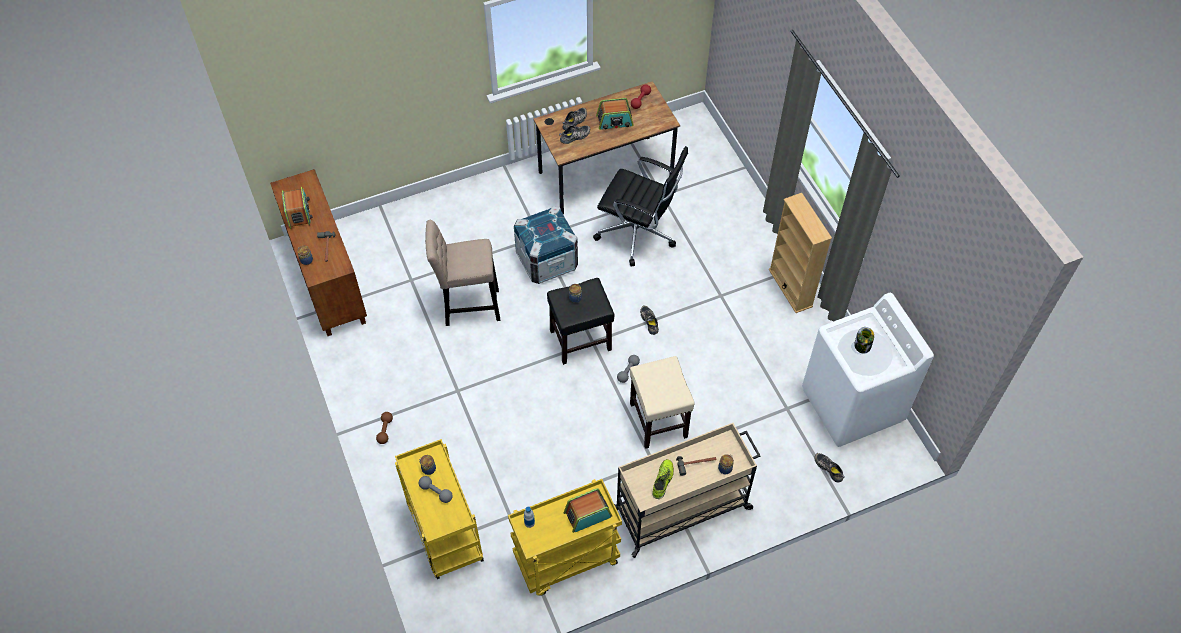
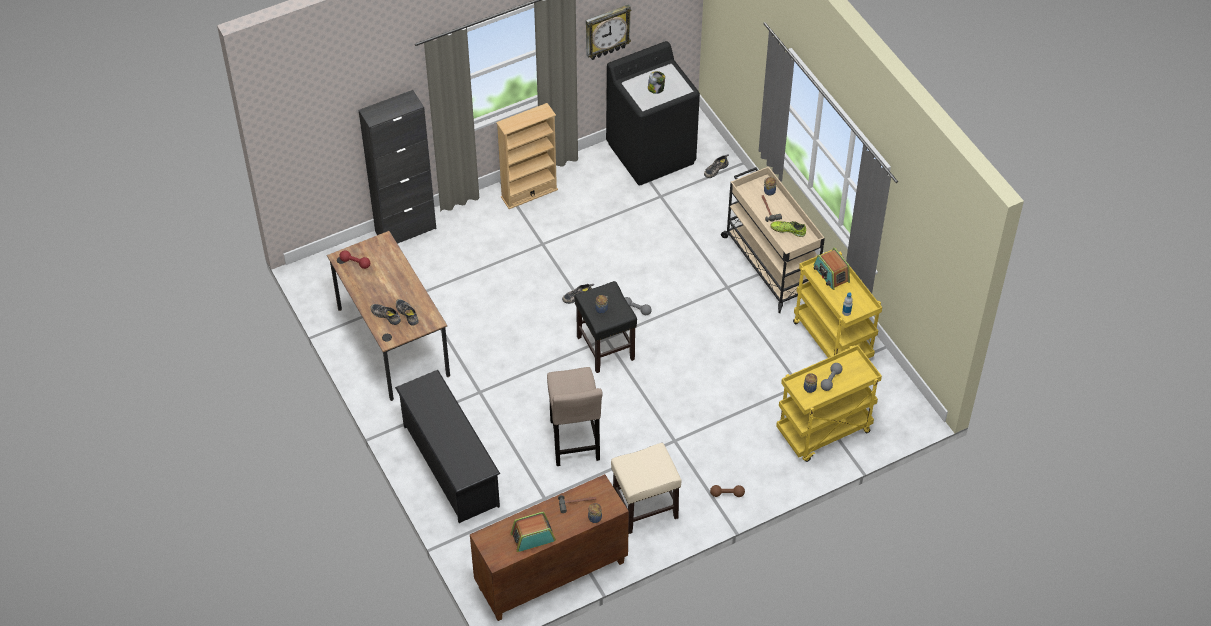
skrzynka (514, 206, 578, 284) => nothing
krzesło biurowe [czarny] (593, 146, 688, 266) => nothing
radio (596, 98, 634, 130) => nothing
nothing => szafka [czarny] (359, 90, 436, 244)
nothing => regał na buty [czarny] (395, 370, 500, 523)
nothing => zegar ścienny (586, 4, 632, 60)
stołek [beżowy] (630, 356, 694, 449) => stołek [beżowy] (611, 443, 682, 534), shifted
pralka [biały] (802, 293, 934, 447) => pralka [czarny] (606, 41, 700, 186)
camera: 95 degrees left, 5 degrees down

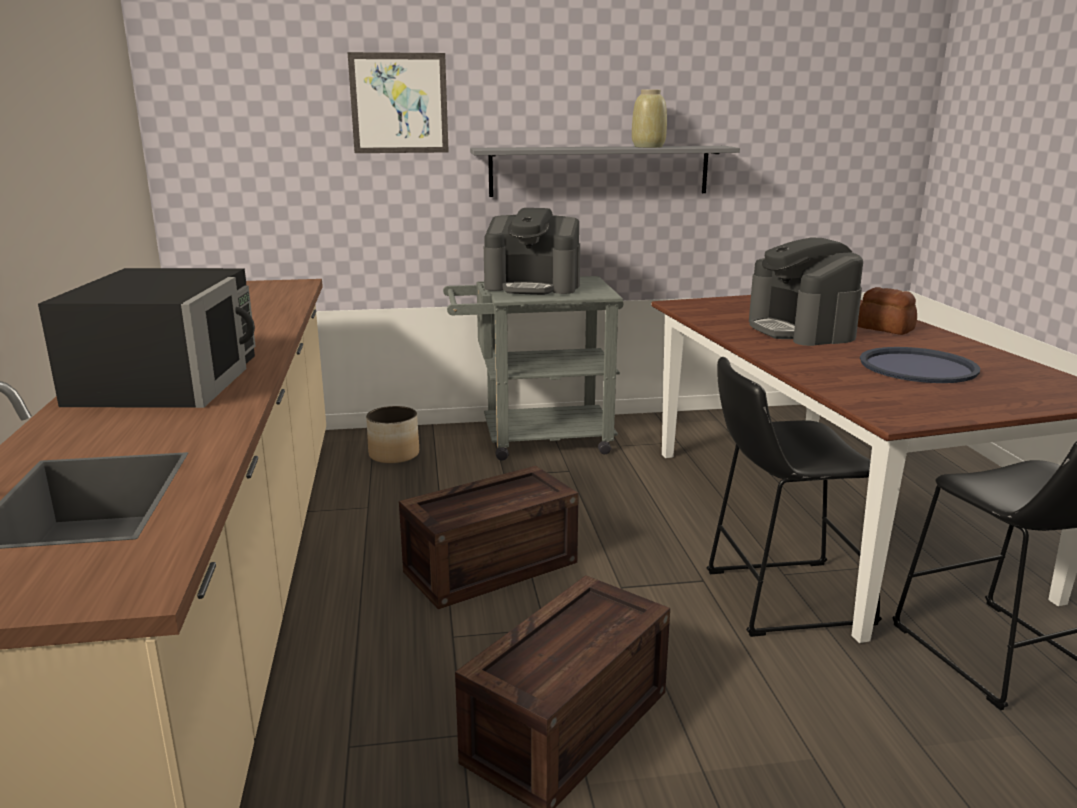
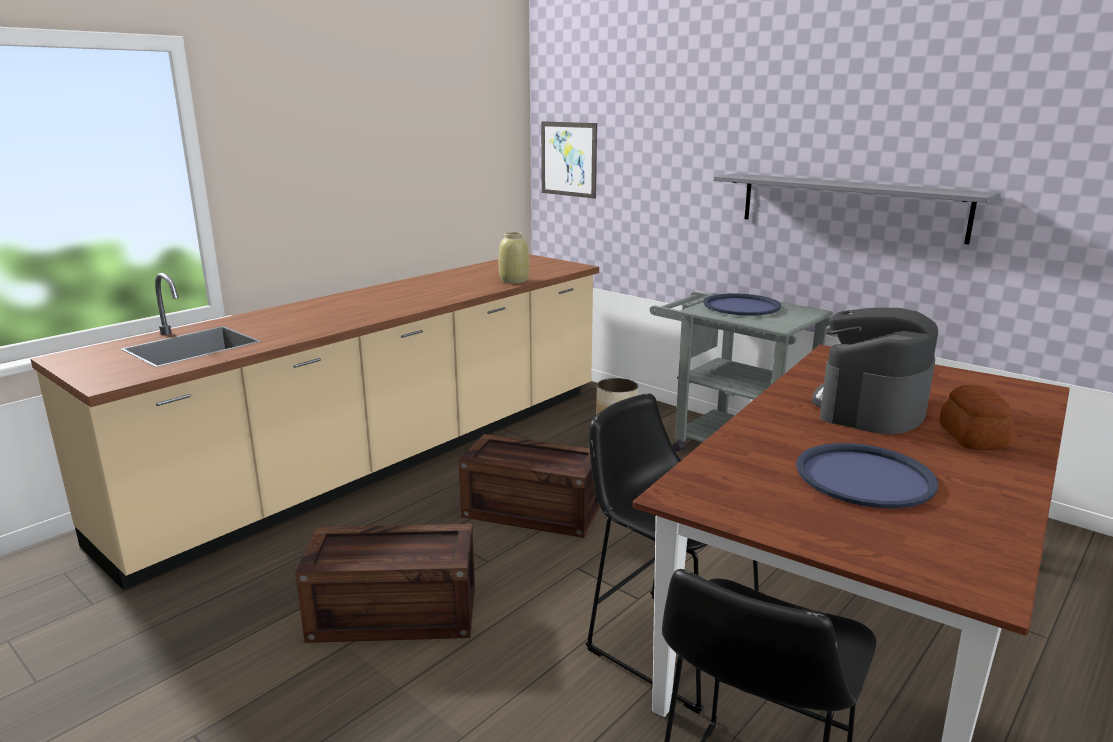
mikrofalówka [czarny] (38, 268, 255, 408) => nothing
obraz (348, 52, 449, 153) => obraz (541, 121, 597, 199), shifted
wazon [beżowy] (632, 90, 667, 148) => wazon [beżowy] (499, 232, 529, 284), shifted
ekspres do kawy (484, 208, 580, 295) => taca [niebieski] (703, 293, 781, 316)
camera: 50 degrees right, 0 degrees up

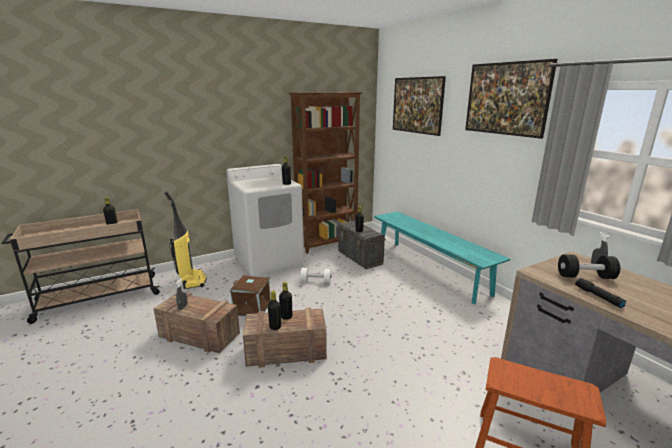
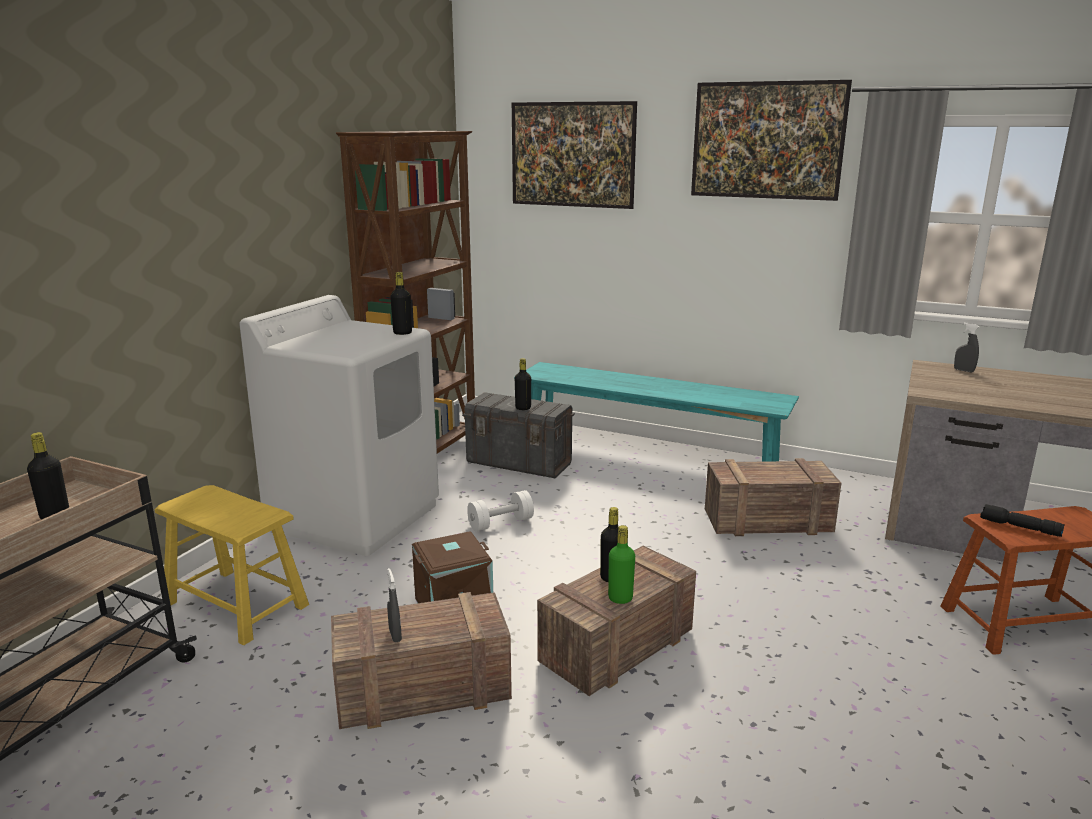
hantel [czarny] (558, 255, 620, 279) => nothing
nothing => skrzynka (705, 458, 841, 536)
latarka [czarny] (575, 278, 626, 308) => latarka [czarny] (980, 504, 1065, 537), shifted
odkurzacz (164, 191, 206, 289) => stołek [żółty] (155, 485, 309, 645)
butelka [czarny] (268, 291, 281, 330) => butelka [zielony] (608, 525, 635, 604)
camera: 35 degrees left, 0 degrees up

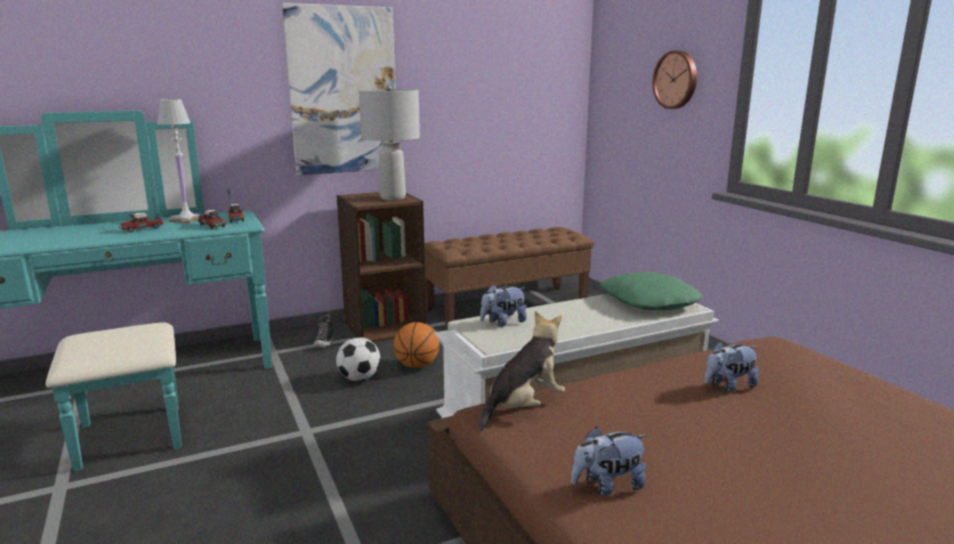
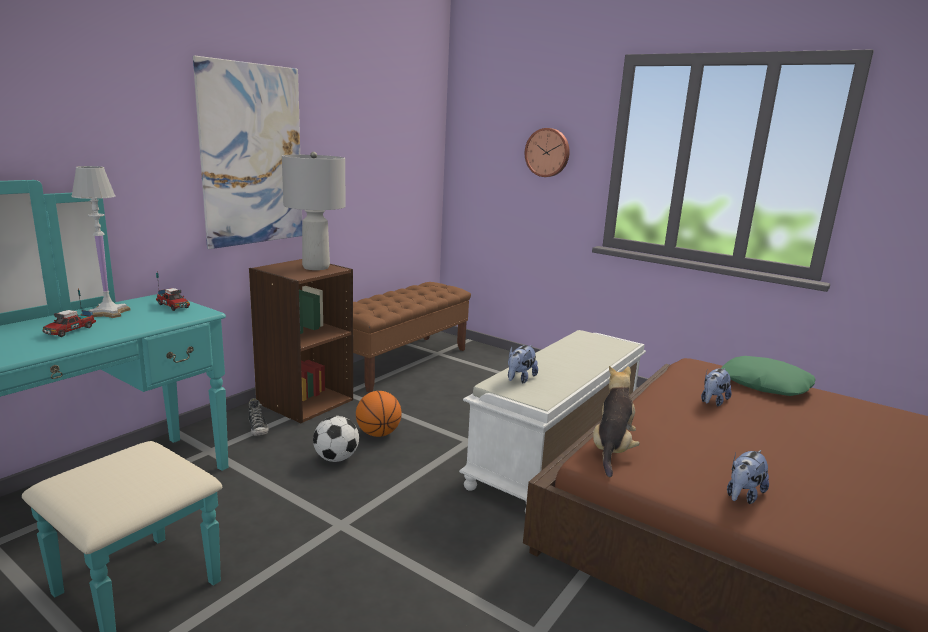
ciężarówka zabawkowa (197, 196, 226, 229) => nothing
poduszka [zielony] (601, 272, 702, 310) => poduszka [zielony] (721, 356, 816, 396), shifted
camera: 30 degrees left, 0 degrees up

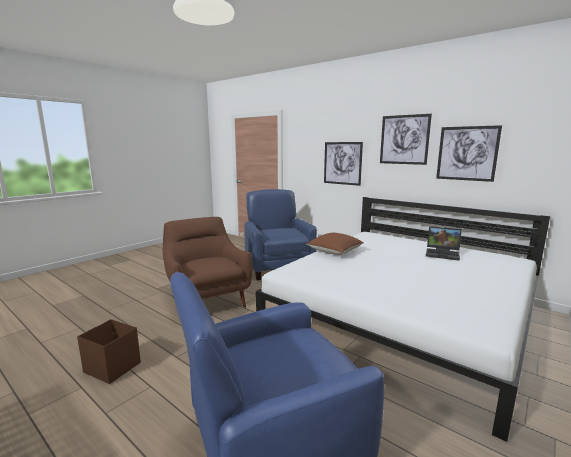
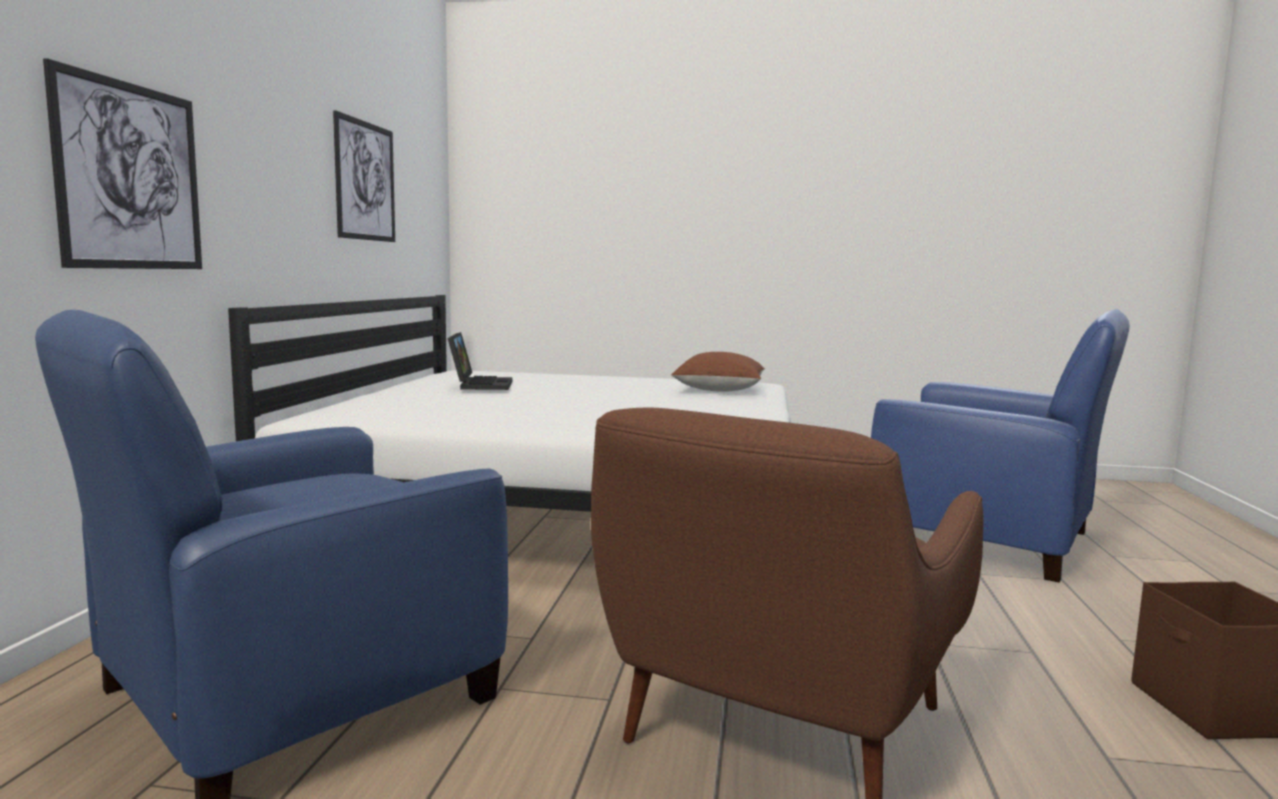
obraz (380, 114, 432, 165) => nothing
poduszka [brązowy] (307, 233, 364, 255) => poduszka [brązowy] (671, 352, 765, 392), shifted
camera: 120 degrees left, 5 degrees down

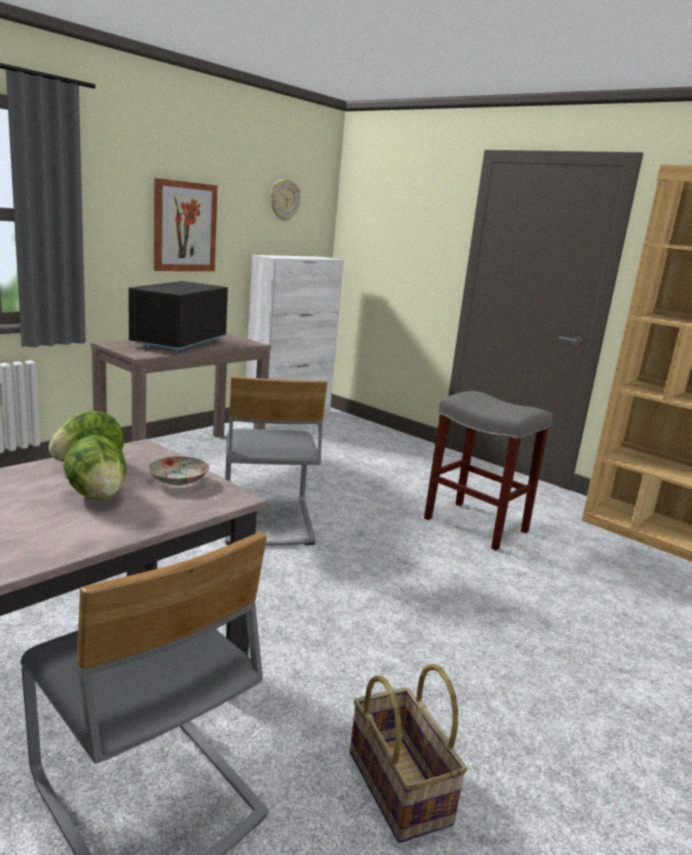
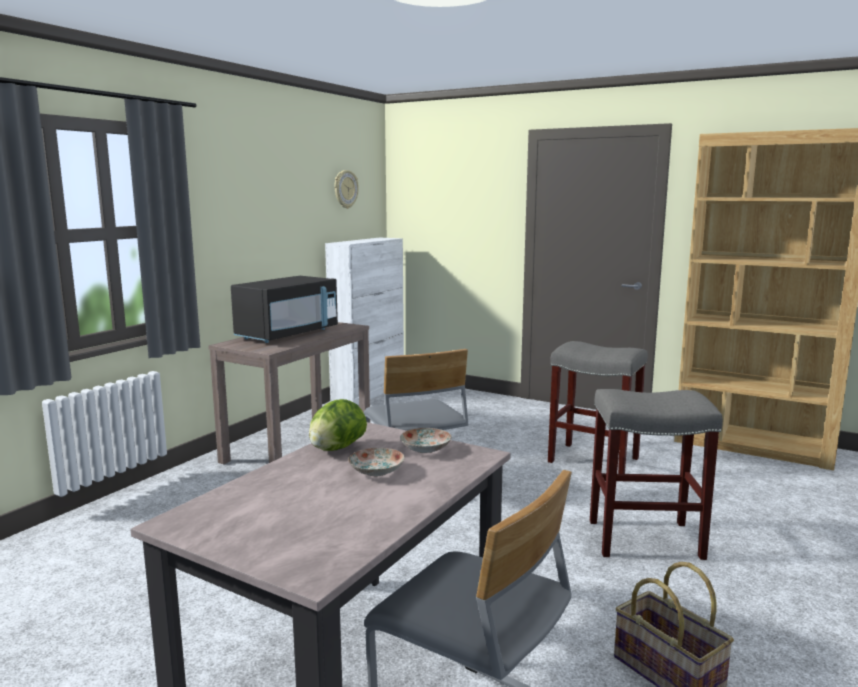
obraz (154, 178, 218, 271) => nothing
nothing => stołek [szary] (590, 389, 723, 560)
sałata (63, 435, 126, 500) => talerz (348, 448, 405, 477)
mikrofalówka [czarny] (128, 281, 228, 353) => mikrofalówka [czarny] (231, 276, 338, 343), 150 degrees counterclockwise
camera: 10 degrees left, 5 degrees down

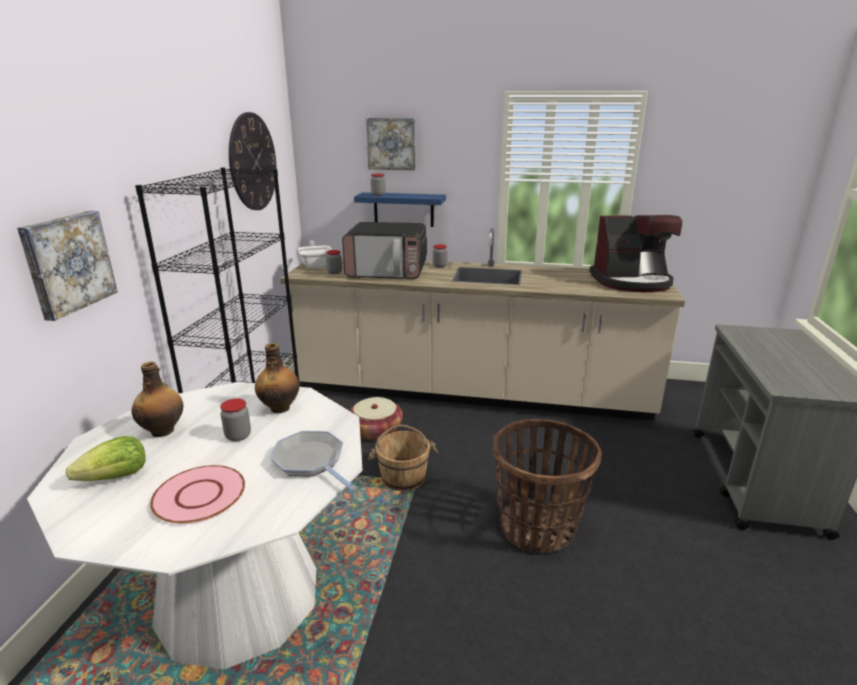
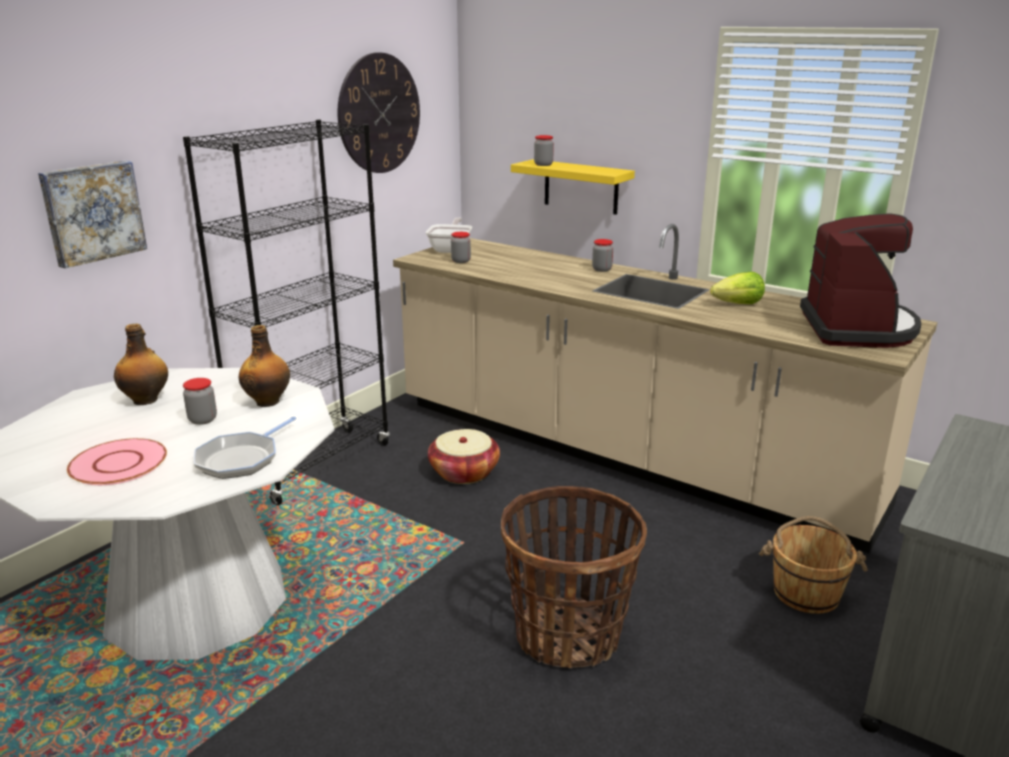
mikrofalówka (342, 222, 427, 279) => nothing
obraz (366, 118, 416, 170) => nothing
sałata (66, 436, 146, 481) => sałata (710, 272, 765, 304), shifted
wiadro [brązowy] (368, 424, 438, 491) => wiadro [brązowy] (759, 516, 868, 614), shifted
półka [niebieski] (354, 192, 446, 227) => półka [żółty] (511, 159, 635, 215)
patelnia (270, 431, 355, 490) => patelnia (194, 416, 296, 479), 135 degrees counterclockwise
ekspres do kawy (589, 215, 682, 292) => ekspres do kawy (800, 213, 921, 348), 105 degrees counterclockwise
camera: 25 degrees right, 0 degrees up

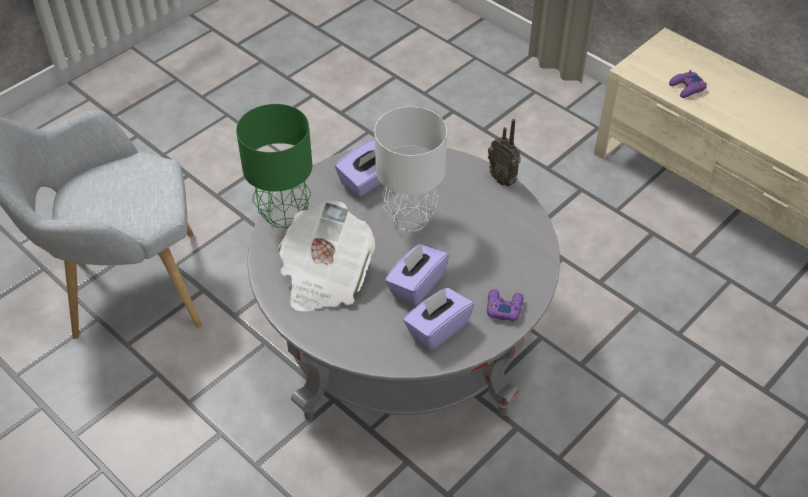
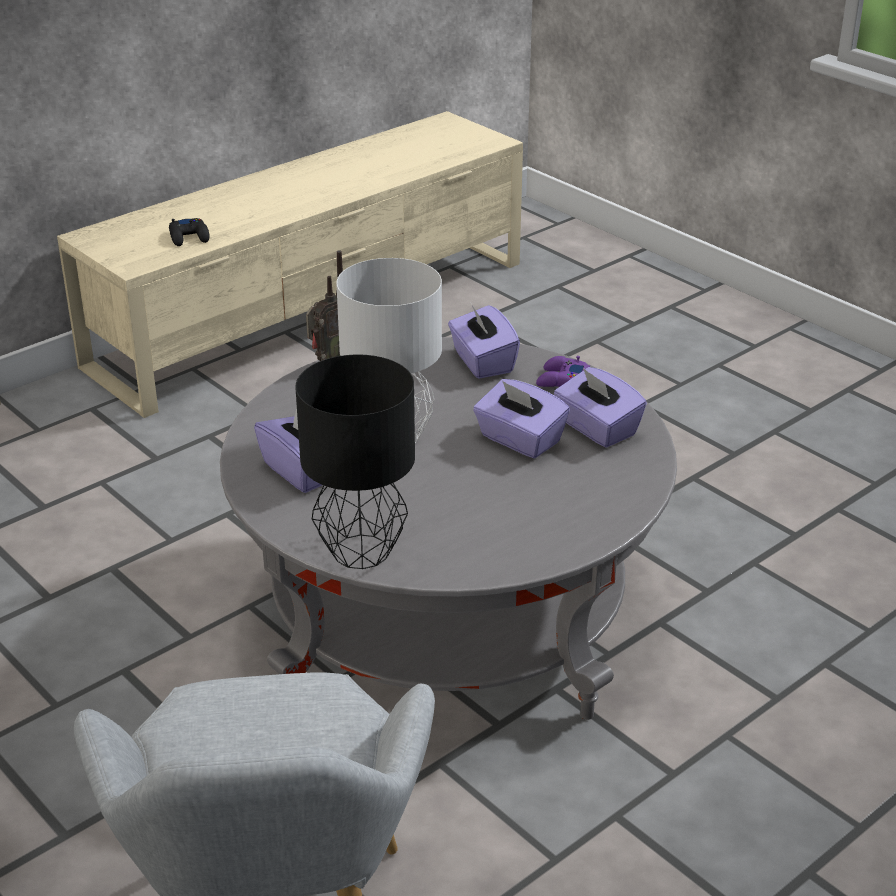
gazeta (278, 200, 375, 311) => nothing
nothing => pudełko chusteczek [fioletowy] (448, 303, 520, 379)
lampa stołowa [zielony] (236, 104, 313, 228) => lampa stołowa [czarny] (295, 355, 415, 569)
pad do gier [fioletowy] (669, 70, 707, 98) => pad do gier [czarny] (169, 218, 209, 246)
camera: 85 degrees left, 15 degrees down

